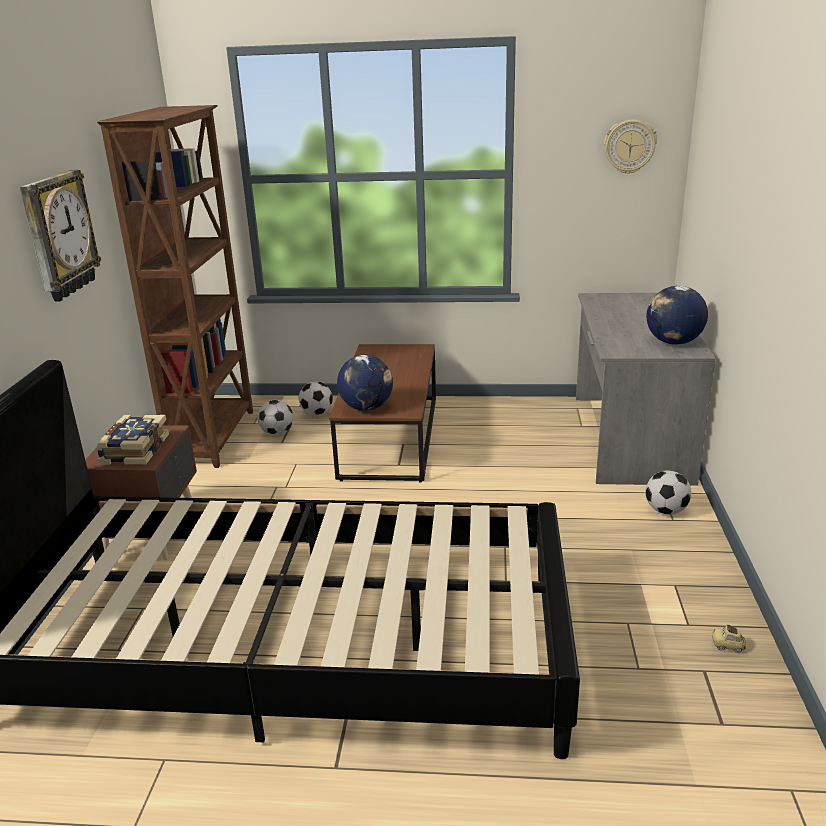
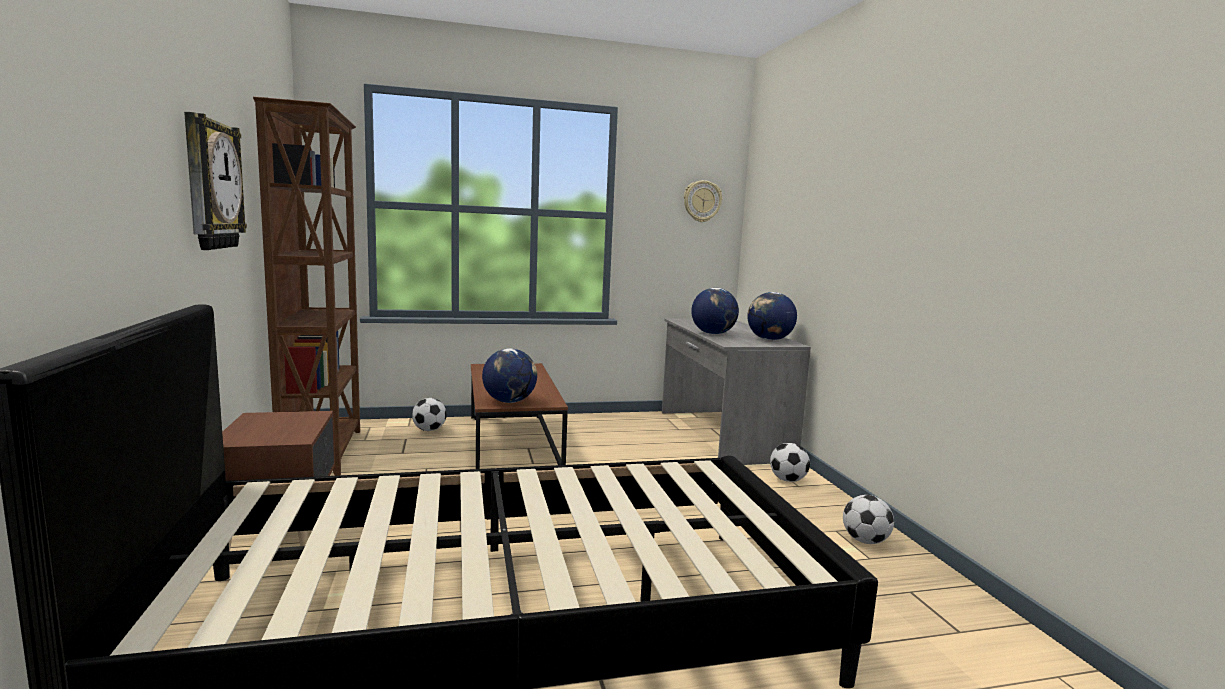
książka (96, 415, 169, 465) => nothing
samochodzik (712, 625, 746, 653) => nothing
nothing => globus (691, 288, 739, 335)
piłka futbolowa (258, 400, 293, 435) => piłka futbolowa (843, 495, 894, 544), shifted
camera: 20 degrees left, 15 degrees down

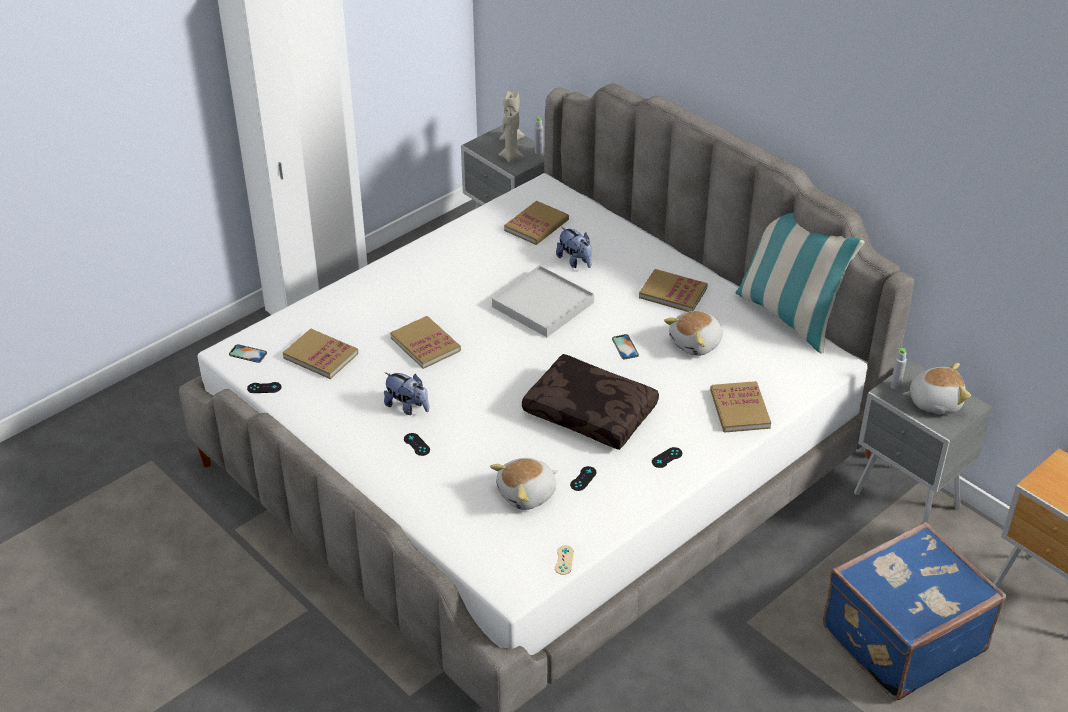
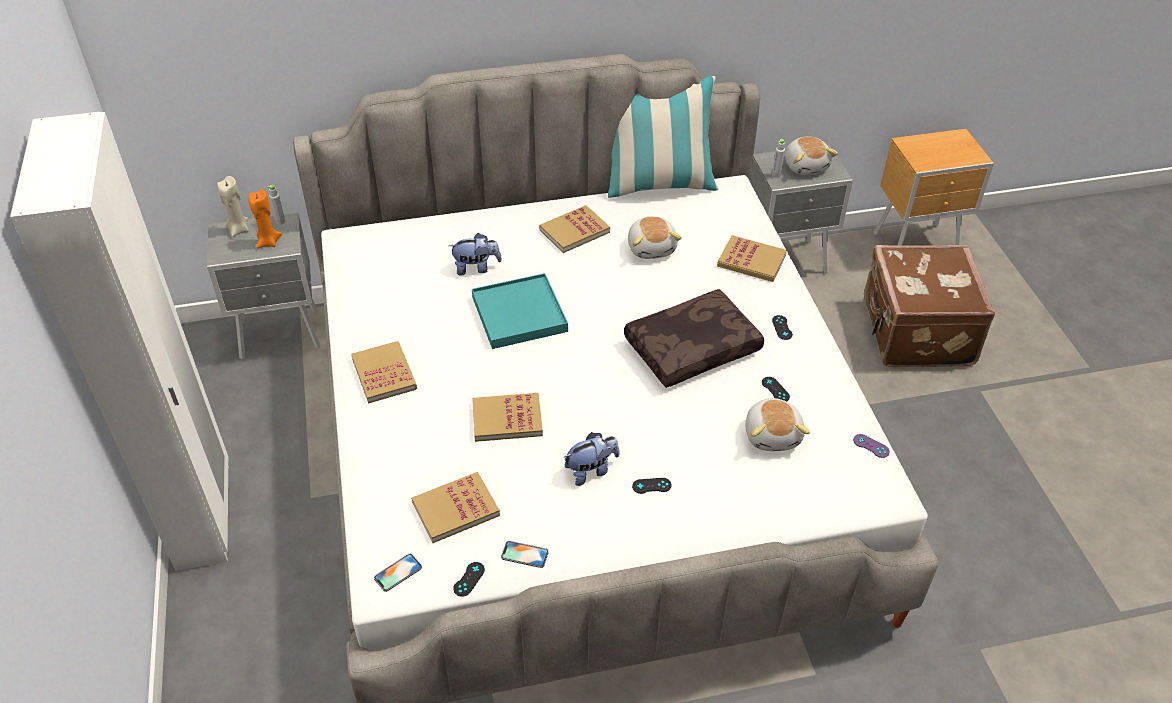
książka (504, 201, 569, 245) => książka (351, 341, 417, 404), shifted
telefon (612, 334, 639, 360) => telefon (501, 541, 549, 568), shifted
taca [biały] (492, 265, 594, 337) => taca [turkusowy] (472, 273, 568, 349)
świeca [beżowy] (498, 109, 524, 162) => świeca [pomarańczowy] (249, 189, 282, 248)
pad do gier [beżowy] (555, 545, 574, 575) => pad do gier [fioletowy] (853, 434, 890, 458)
walizka [niebieski] (823, 522, 1006, 701) => walizka [brązowy] (864, 245, 995, 367)
pluszak (903, 363, 971, 414) => pluszak (785, 137, 838, 175), 135 degrees clockwise
camera: 60 degrees left, 5 degrees up

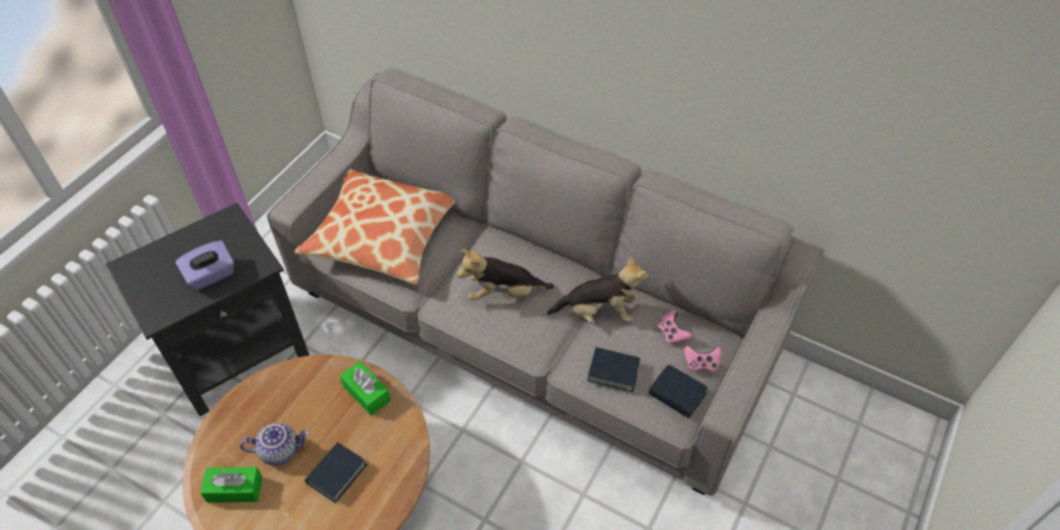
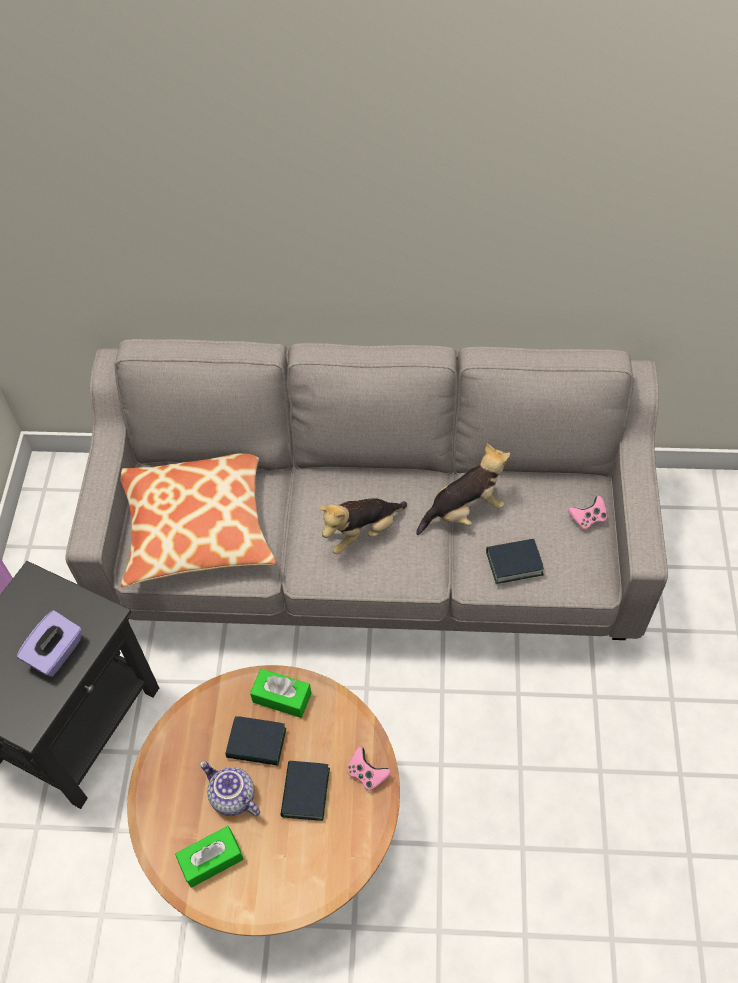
książka (648, 364, 708, 418) => książka (226, 716, 286, 766), shifted
pad do gier [różowy] (657, 310, 692, 344) => pad do gier [różowy] (347, 746, 391, 791), shifted
imbryk (240, 423, 309, 466) => imbryk (200, 761, 260, 816), 105 degrees counterclockwise
camera: 25 degrees left, 5 degrees up

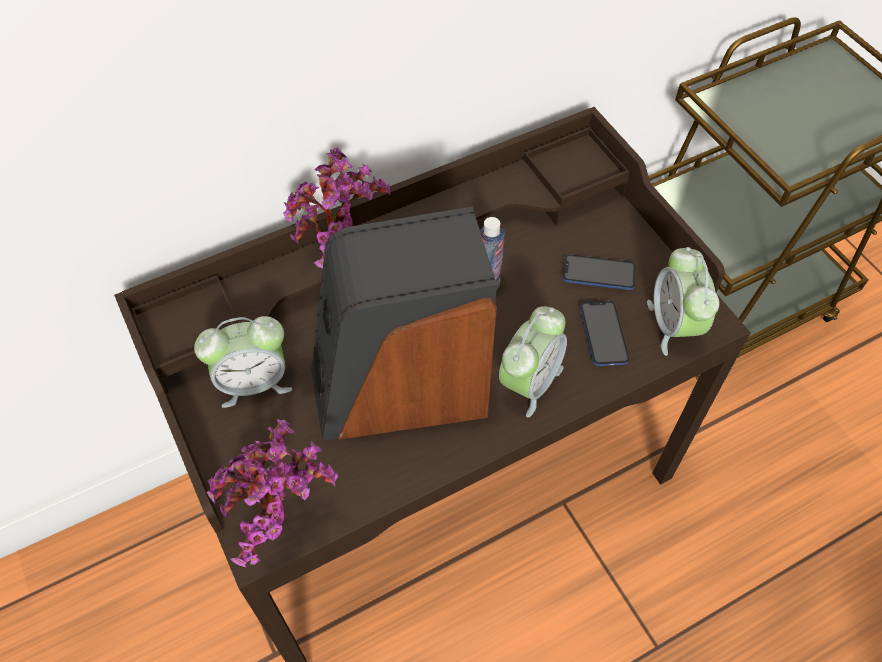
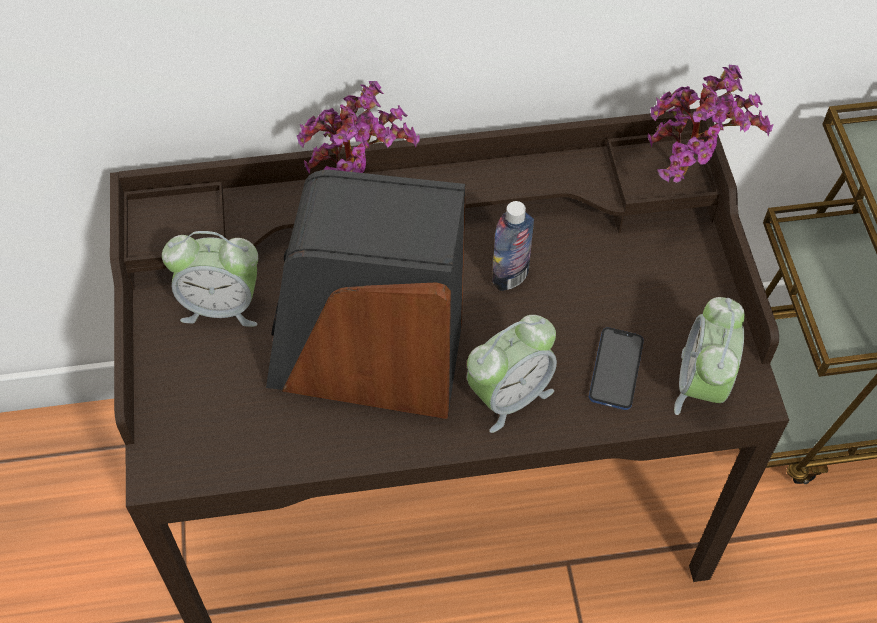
telefon (563, 254, 636, 290) => nothing
roślina doniczkowa (206, 419, 338, 567) => roślina doniczkowa (647, 65, 773, 183), shifted
camera: 20 degrees right, 0 degrees up

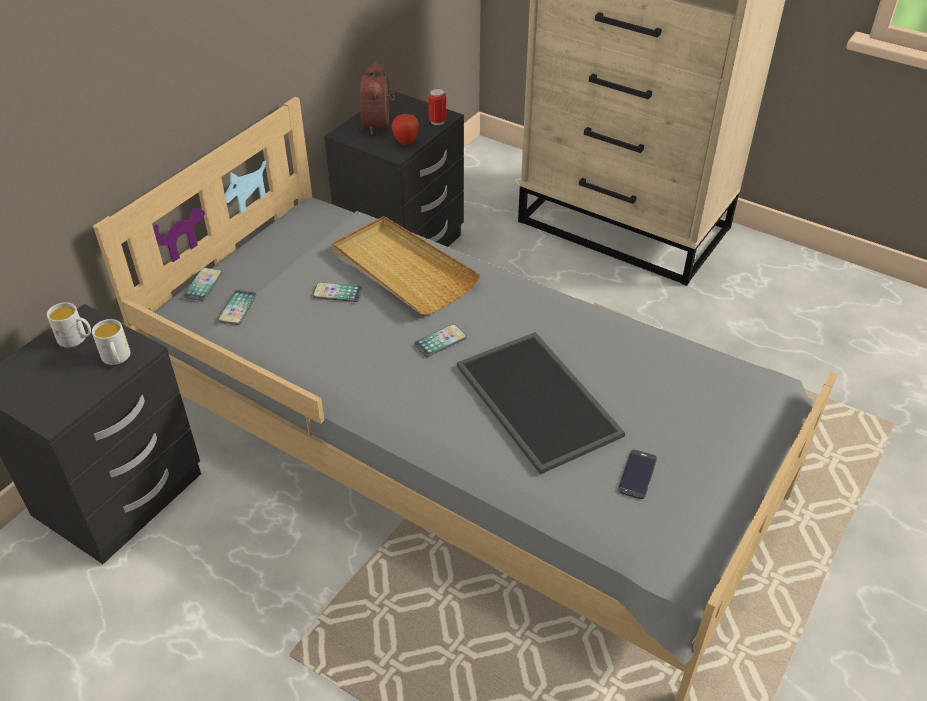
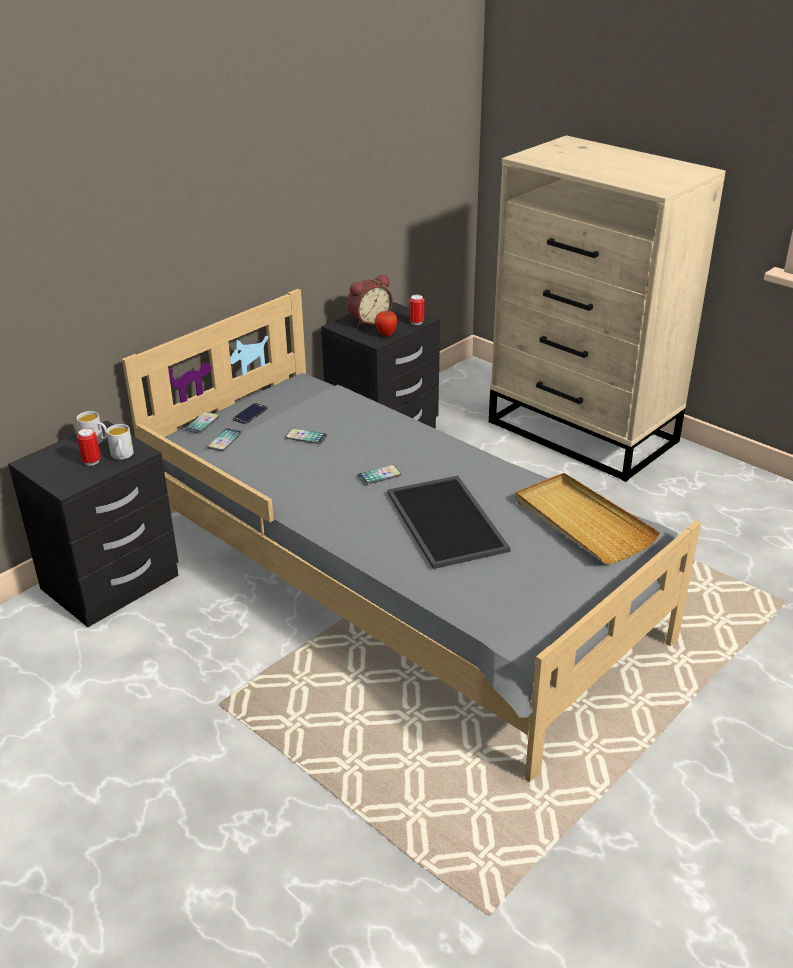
nothing => puszka (77, 428, 101, 466)
taca [beżowy] (332, 216, 480, 315) => taca [beżowy] (515, 473, 660, 564), shifted
telefon (618, 449, 657, 499) => telefon (233, 403, 268, 424), shifted
budzik (360, 62, 395, 134) => budzik (347, 274, 393, 327), 135 degrees counterclockwise
camera: 10 degrees right, 10 degrees down

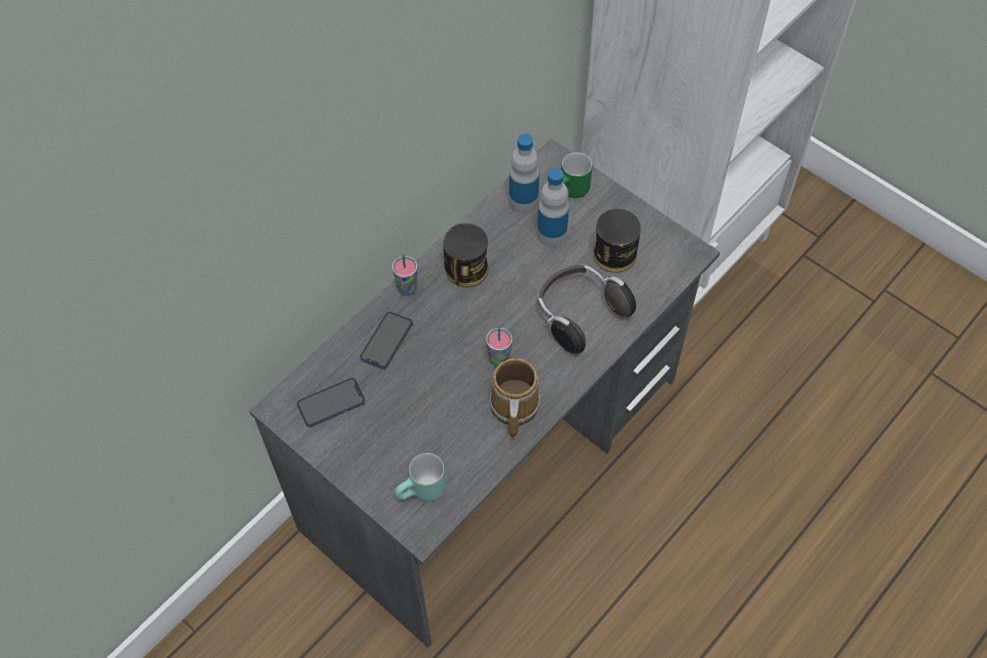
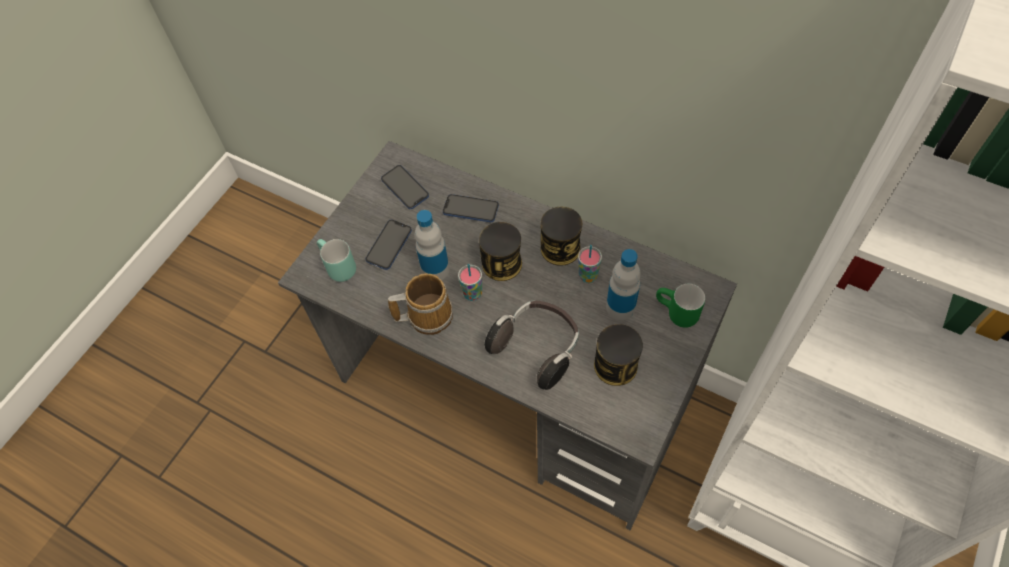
nothing => telefon (365, 220, 412, 270)
nothing => puszka (479, 222, 522, 281)
filiżanka (392, 254, 417, 296) => filiżanka (578, 245, 602, 283), shifted
butelka (509, 133, 540, 213) => butelka (415, 210, 449, 280), shifted
camera: 80 degrees right, 0 degrees up

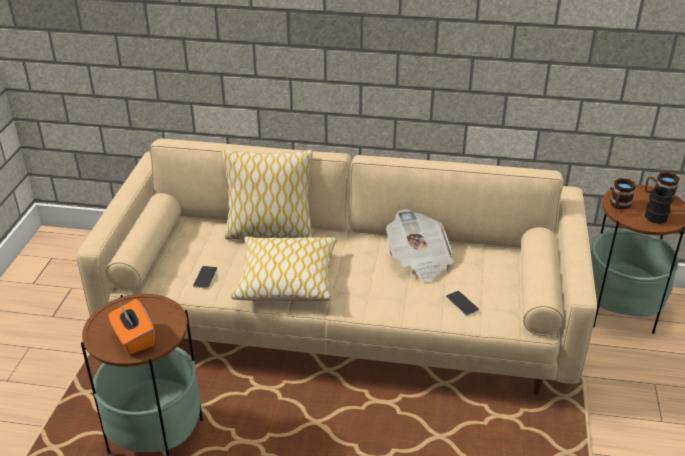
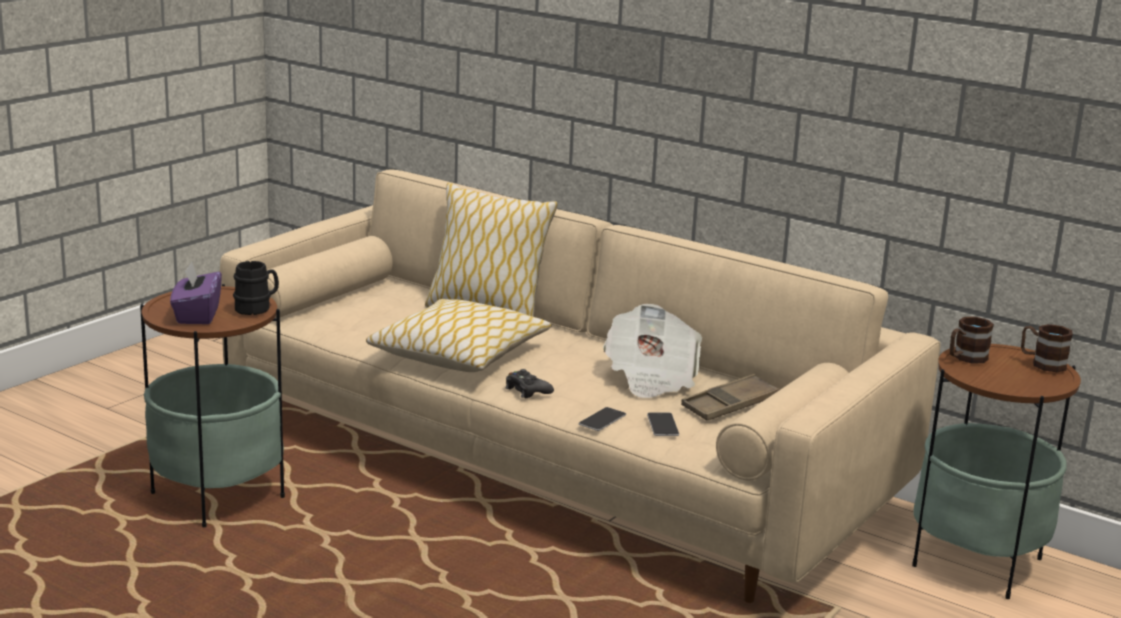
nothing => pad do gier [czarny] (506, 369, 554, 398)
nothing => taca [brązowy] (681, 374, 780, 421)
telefon (193, 266, 218, 288) => telefon (579, 407, 626, 431), shifted
kubek [czarny] (645, 186, 673, 224) => kubek [czarny] (233, 261, 279, 315), shifted
pudełko chusteczek [pomarańczowy] (108, 299, 155, 355) => pudełko chusteczek [fioletowy] (170, 261, 222, 324)
camera: 25 degrees right, 15 degrees down

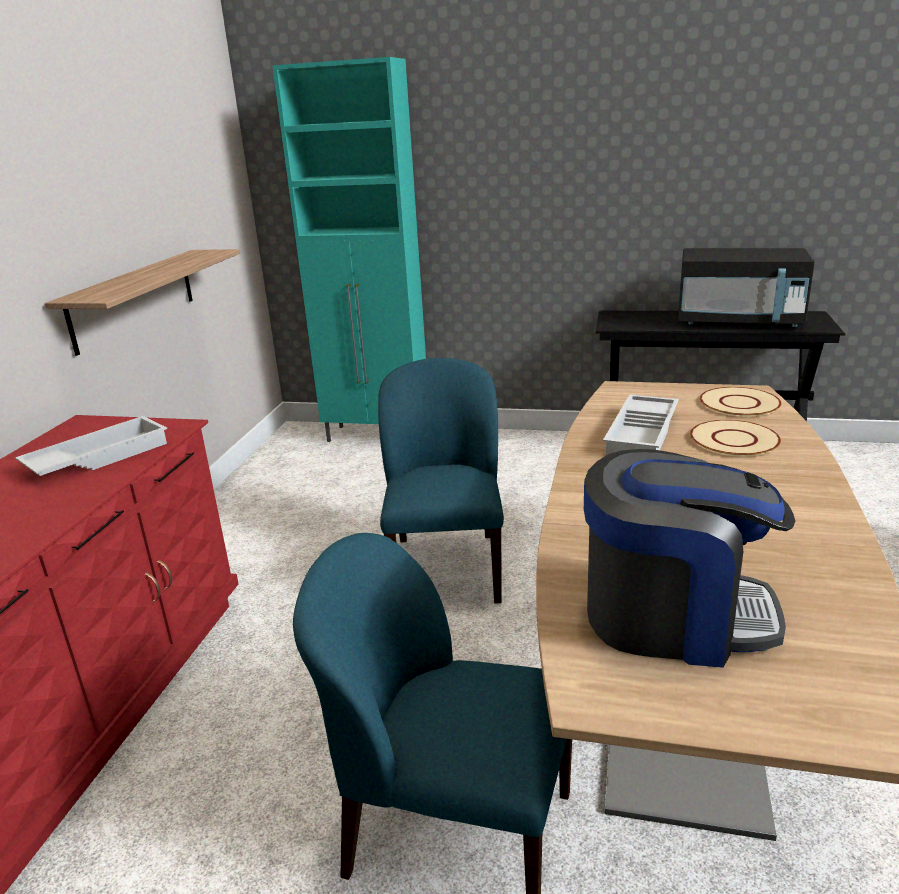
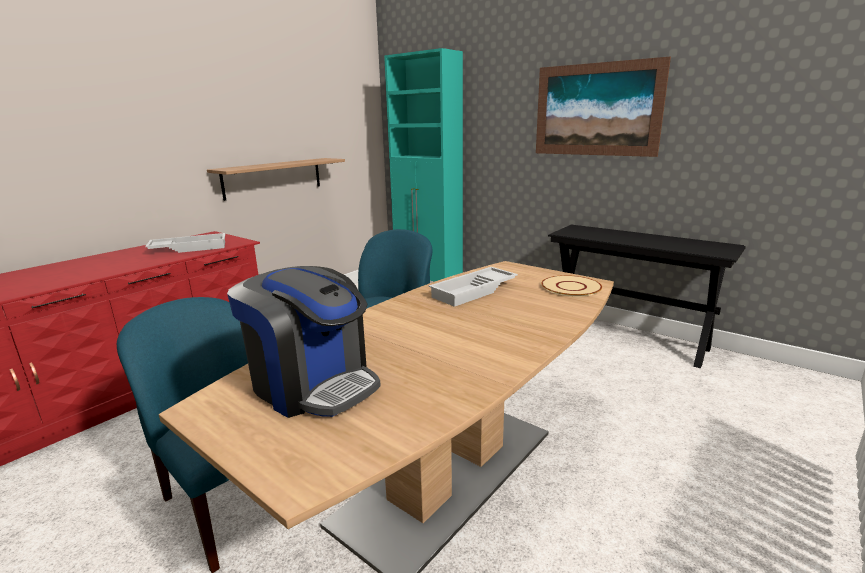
mikrofalówka [czarny] (678, 248, 815, 327) => nothing
talerz [beżowy] (690, 420, 781, 457) => nothing
nothing => obraz (536, 57, 671, 157)
camera: 25 degrees right, 5 degrees down

